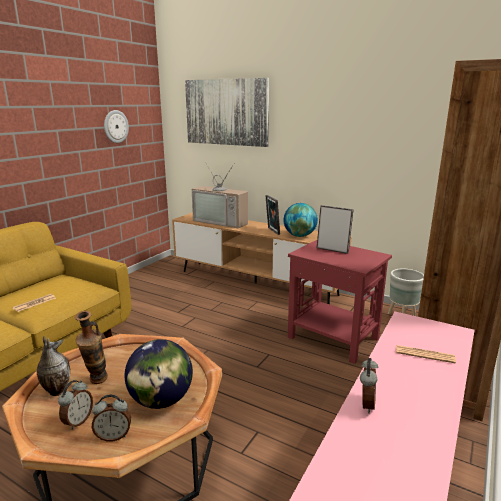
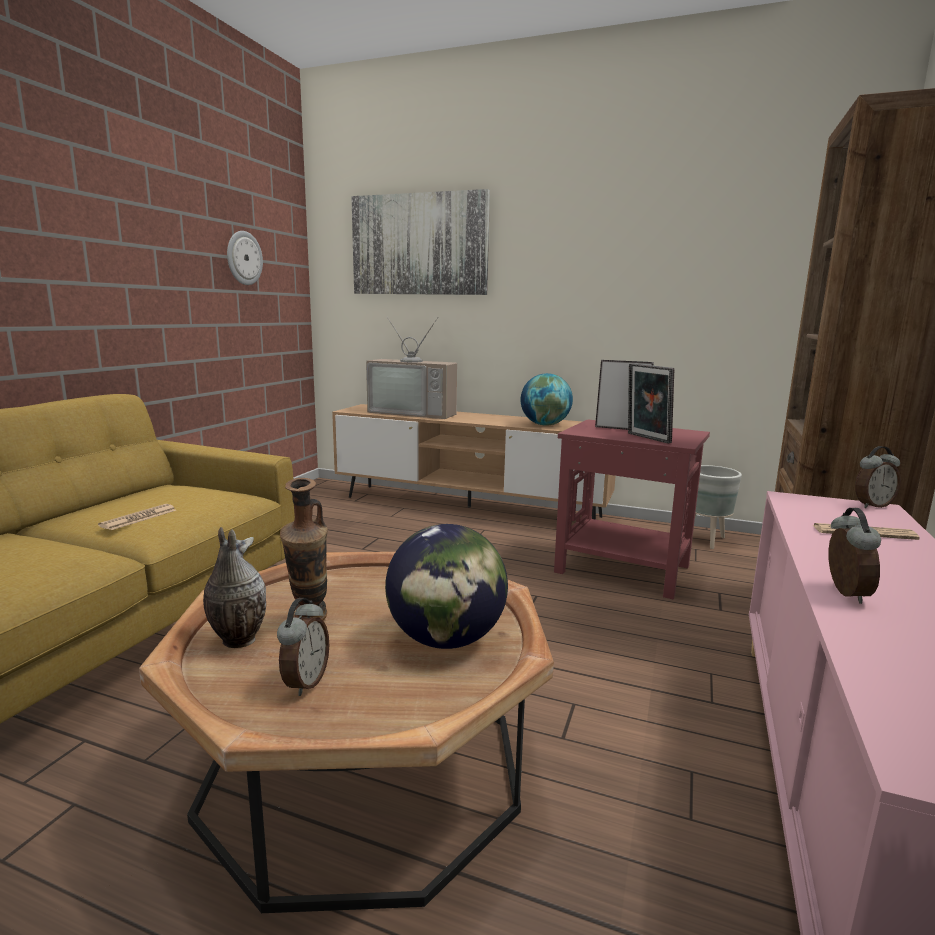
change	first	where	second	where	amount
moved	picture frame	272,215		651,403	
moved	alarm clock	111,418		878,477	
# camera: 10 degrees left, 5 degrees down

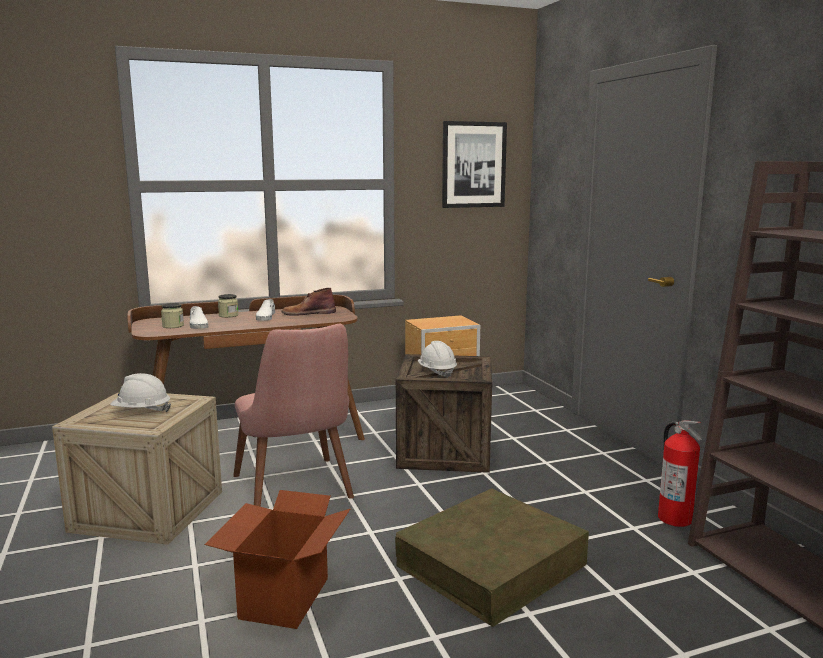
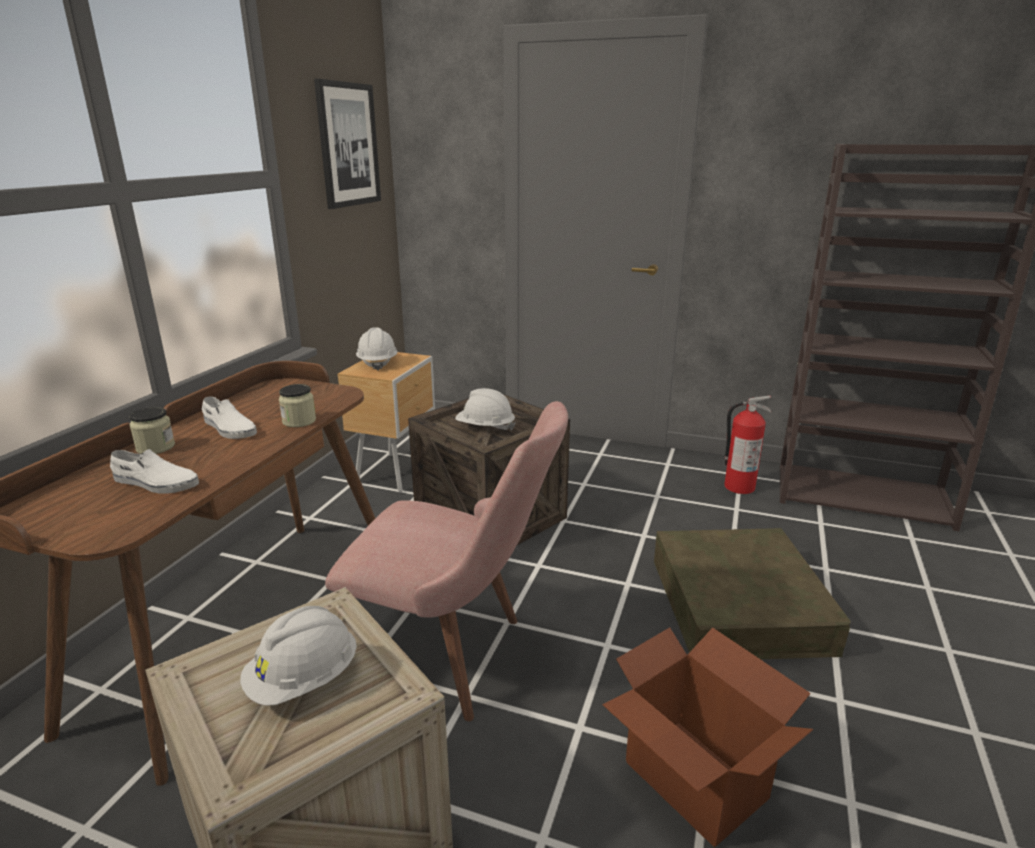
change	first	where	second	where	amount
moved	jar	172,315		297,405	
added			hard hat/white	376,349	
removed	boot/brown	308,302			
# camera: 50 degrees left, 10 degrees up

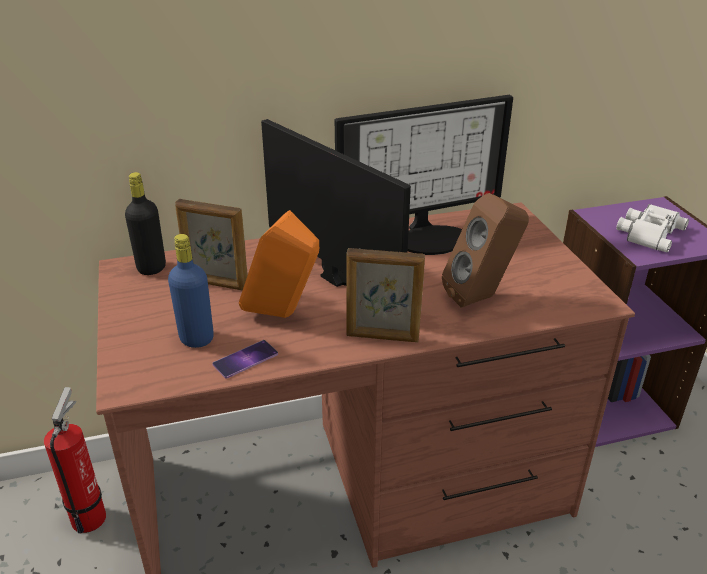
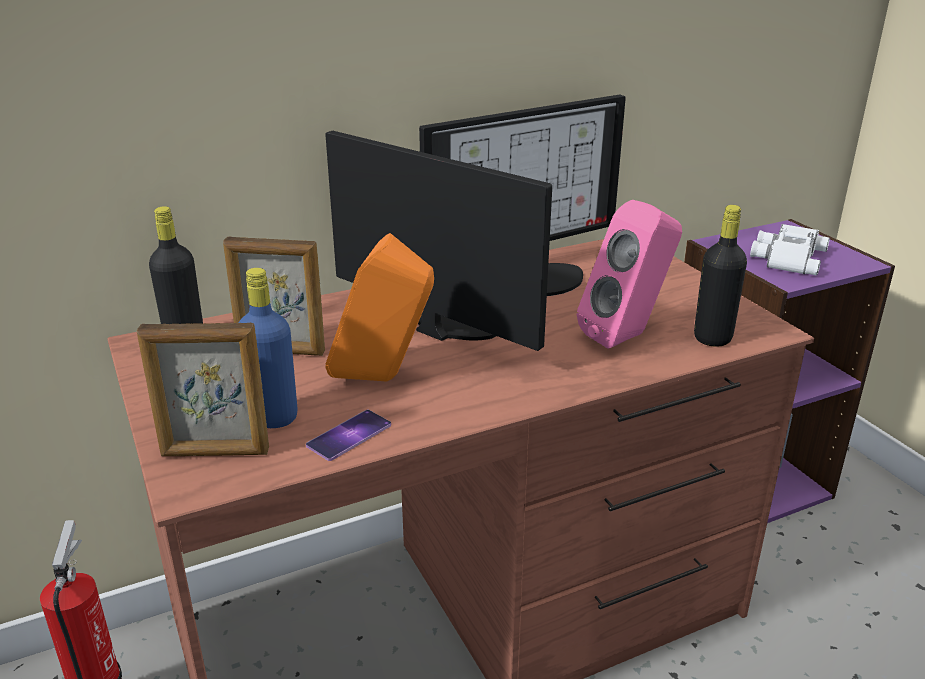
change	first	where	second	where	amount
moved	picture frame	385,295		203,389	
recoloured	speaker/brown	485,250	speaker/pink	629,274	
added			bottle/black	720,276	
# camera: 10 degrees left, 5 degrees down

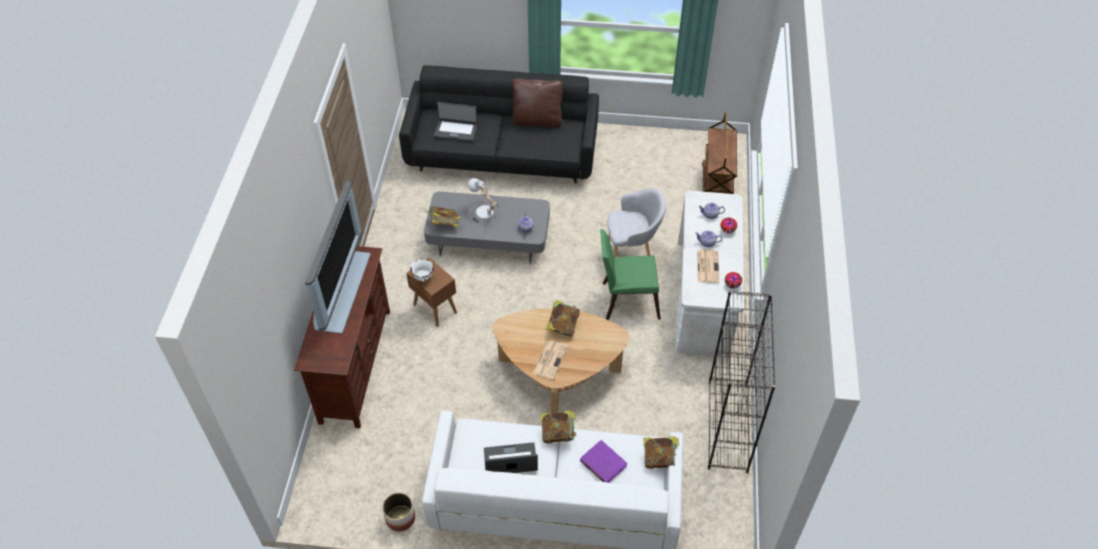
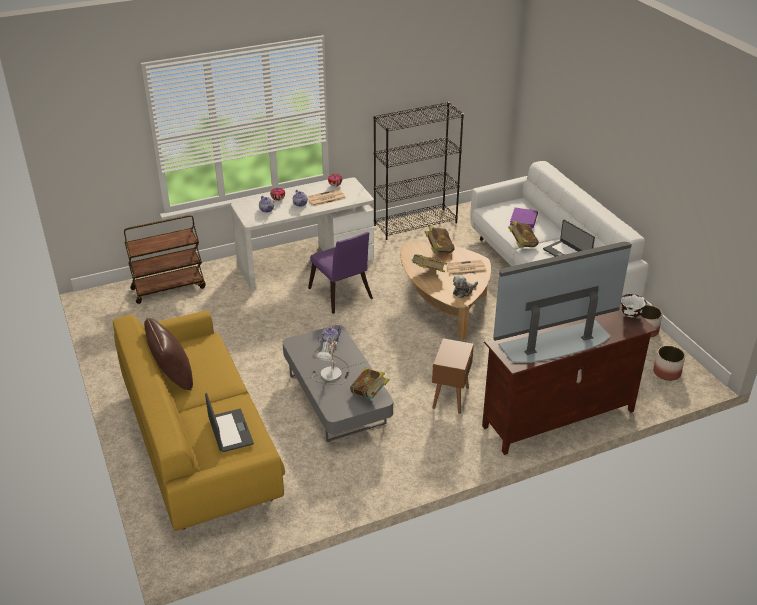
change	first	where	second	where	amount
recoloured	sofa/black	499,124	sofa/yellow	199,420	
recoloured	chair/green	630,274	chair/purple	340,273	
moved	book	661,452		440,239	
added			plush toy	465,286	
moved	bowl/white	422,270		634,305	
added			planter	669,363	
removed	armchair/grey	636,222			
# camera: 120 degrees left, 15 degrees down

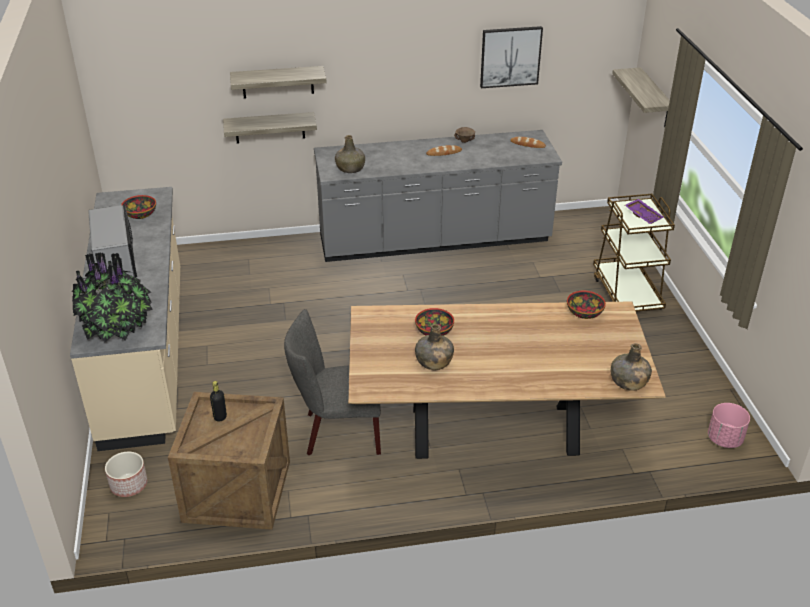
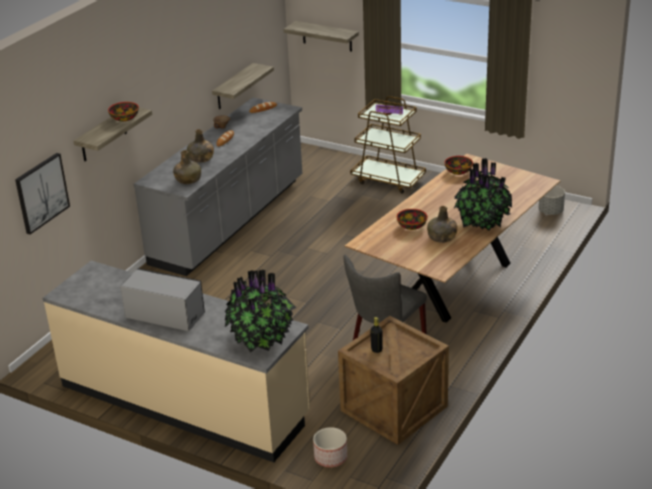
change	first	where	second	where	amount
moved	picture	511,57		42,193	
moved	bowl	138,207		123,112	
moved	bottle/green	631,367		200,146	
moved	shelf	270,128		243,86	
added			potted plant	483,194	
recoloured	planter/pink	729,425	planter/grey	552,200	
# camera: 50 degrees left, 5 degrees down

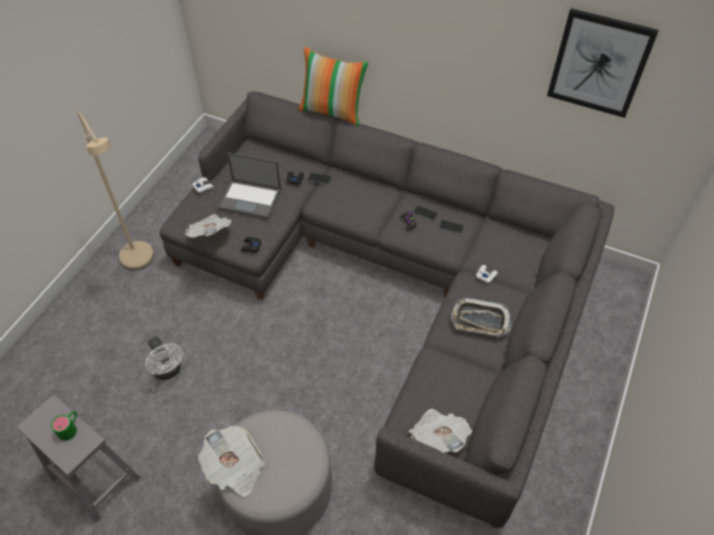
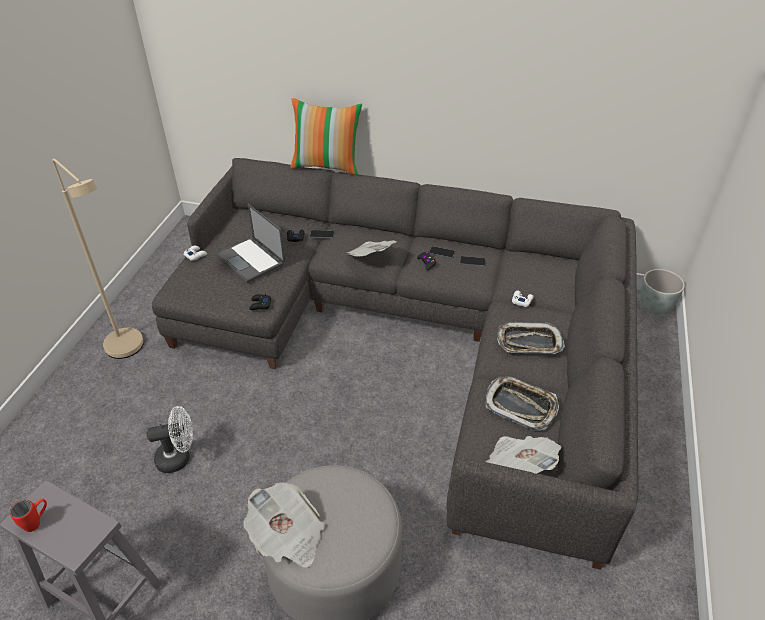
change	first	where	second	where	amount
added			mug/red	28,515	
turned	fan/white	164,358		169,439	60 degrees counterclockwise
turned	laptop	249,186		250,243	45 degrees clockwise
moved	newspaper	208,226		371,248	
added			tray	522,403	
added			planter/grey	662,292	
removed	mug/green	64,426			
removed	picture	603,63			
# camera: 10 degrees left, 10 degrees down

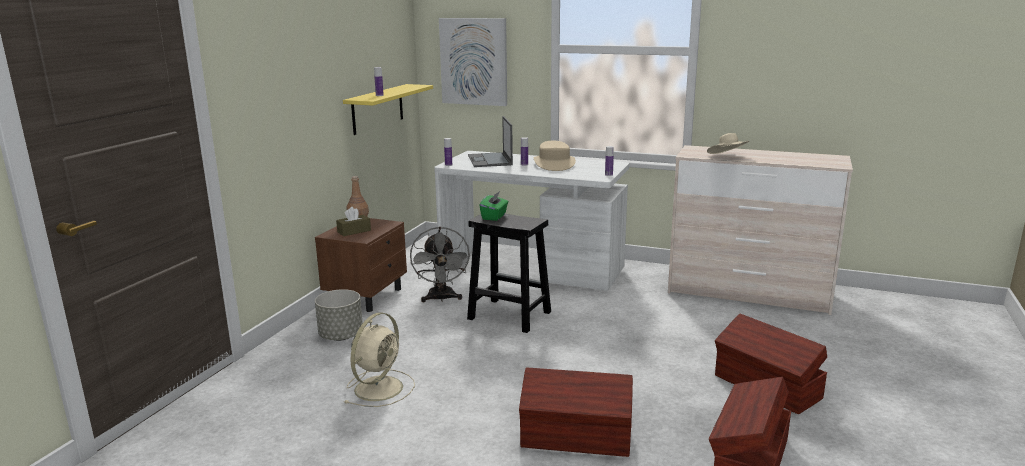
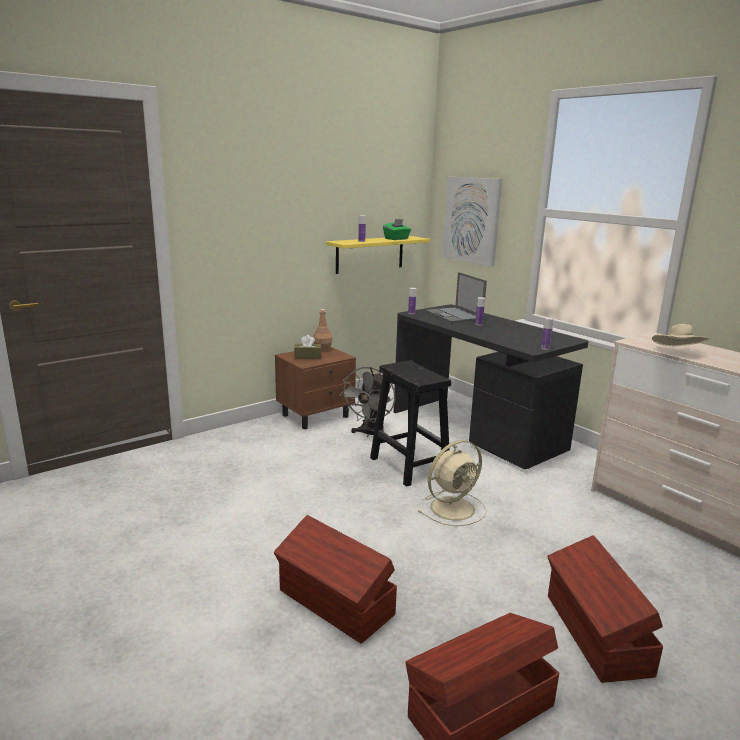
change	first	where	second	where	amount
moved	tissue box/green	493,206		397,229	
recoloured	desk/white	531,221	desk/black	491,387	
moved	fan/beige	380,360		452,483	
turned	laptop	490,141		456,297	45 degrees counterclockwise
removed	planter/grey	339,315			
removed	hat/beige	554,156			
# camera: 30 degrees right, 0 degrees up

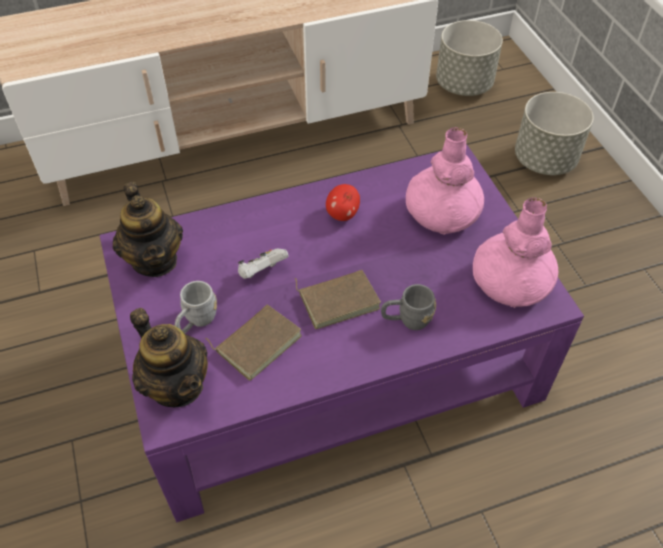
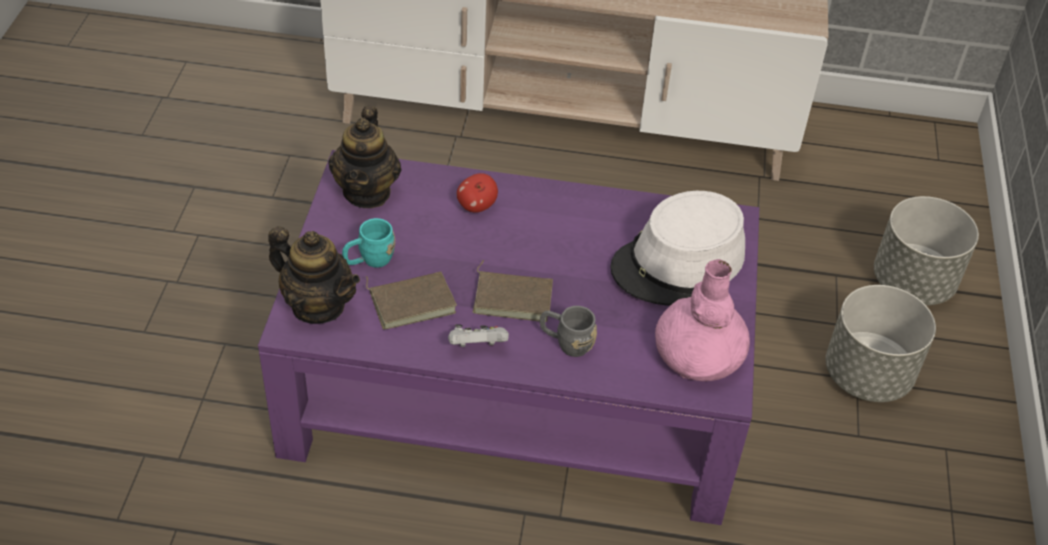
change	first	where	second	where	amount
turned	teapot	169,357		314,275	45 degrees counterclockwise
recoloured	mug/grey	196,307	mug/turquoise	368,243	
moved	game controller/white	263,264		478,335	
moved	apple	343,202		477,193	
replaced	vase/pink	445,181	hat/white	677,248	
moved	planter/grey	469,58		881,343	
# camera: 25 degrees right, 5 degrees down

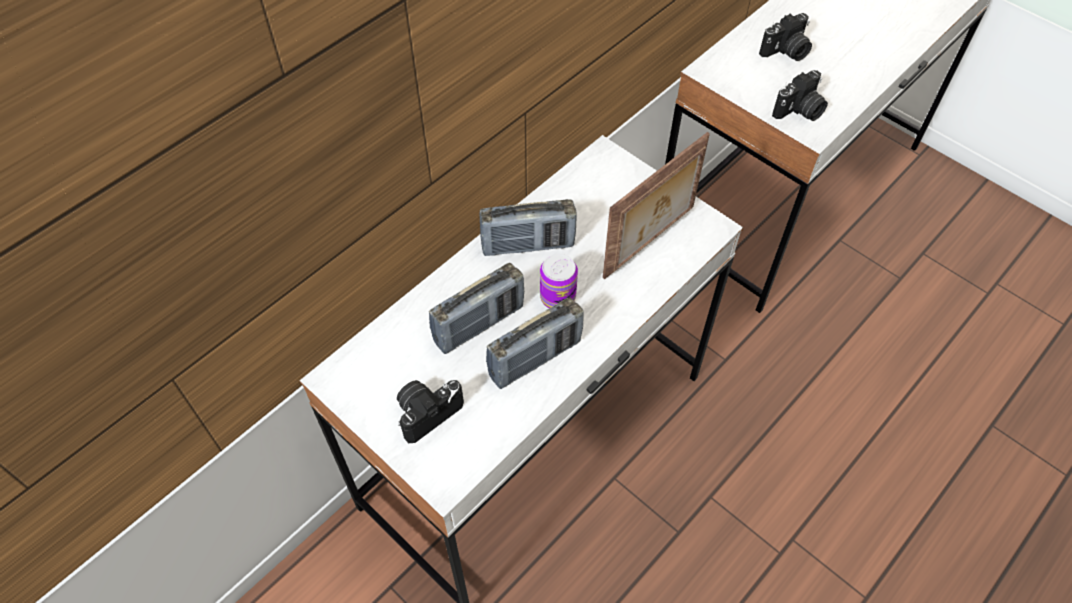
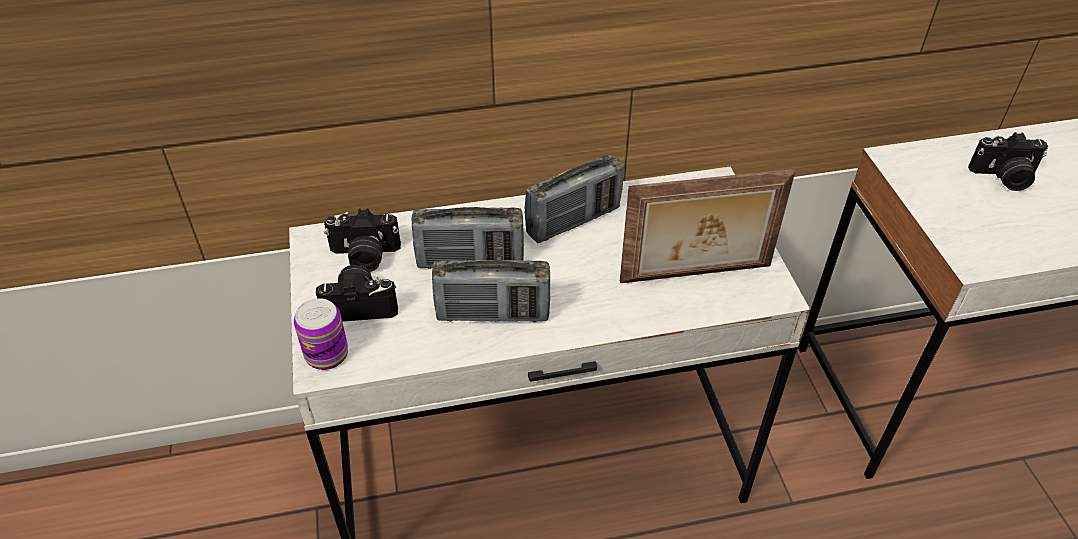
change	first	where	second	where	amount
moved	can	559,281		321,334	
moved	photo camera	800,95		362,240	
turned	radio	528,227		574,198	60 degrees counterclockwise
# camera: 35 degrees right, 10 degrees down

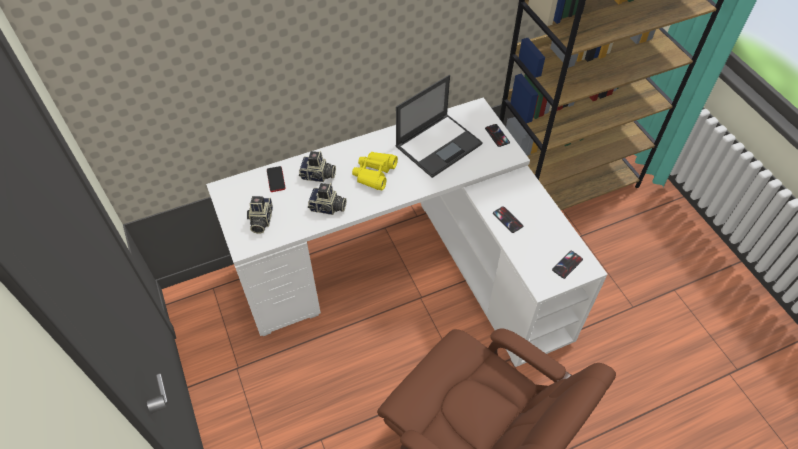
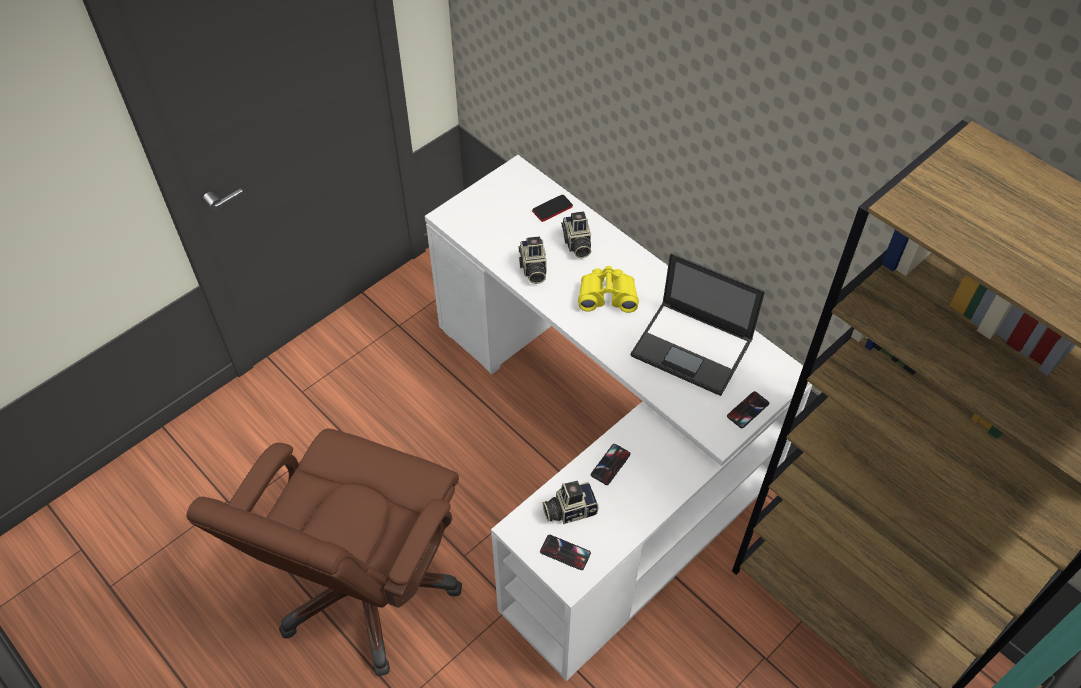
change	first	where	second	where	amount
moved	photo camera	260,215		570,502	
# camera: 70 degrees right, 0 degrees up

